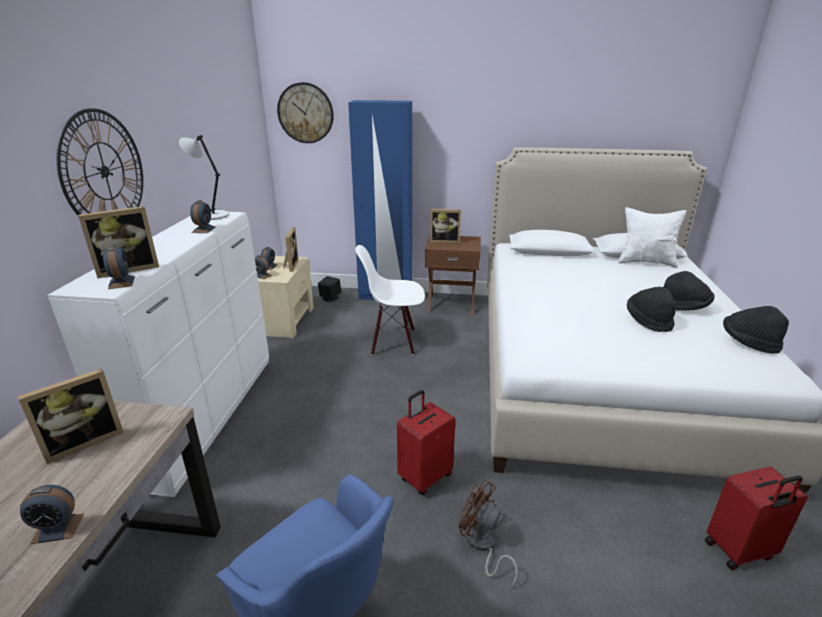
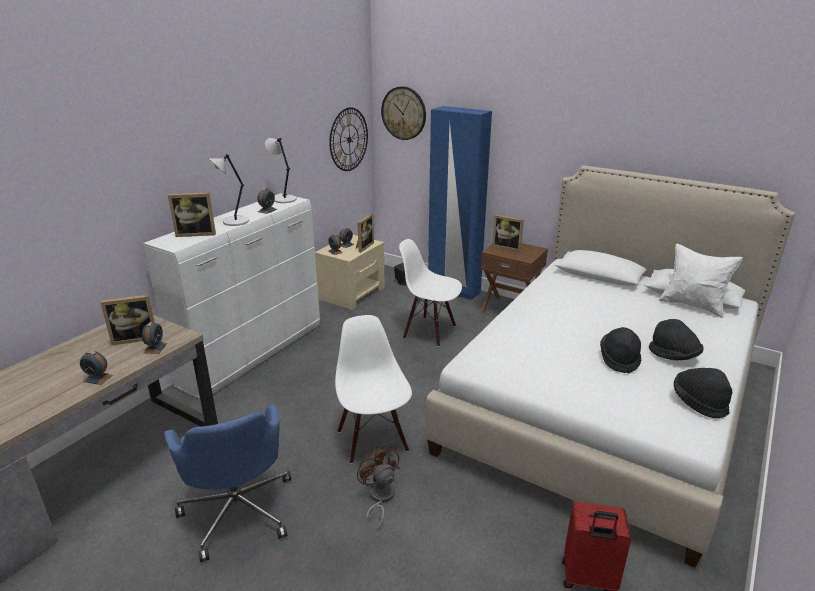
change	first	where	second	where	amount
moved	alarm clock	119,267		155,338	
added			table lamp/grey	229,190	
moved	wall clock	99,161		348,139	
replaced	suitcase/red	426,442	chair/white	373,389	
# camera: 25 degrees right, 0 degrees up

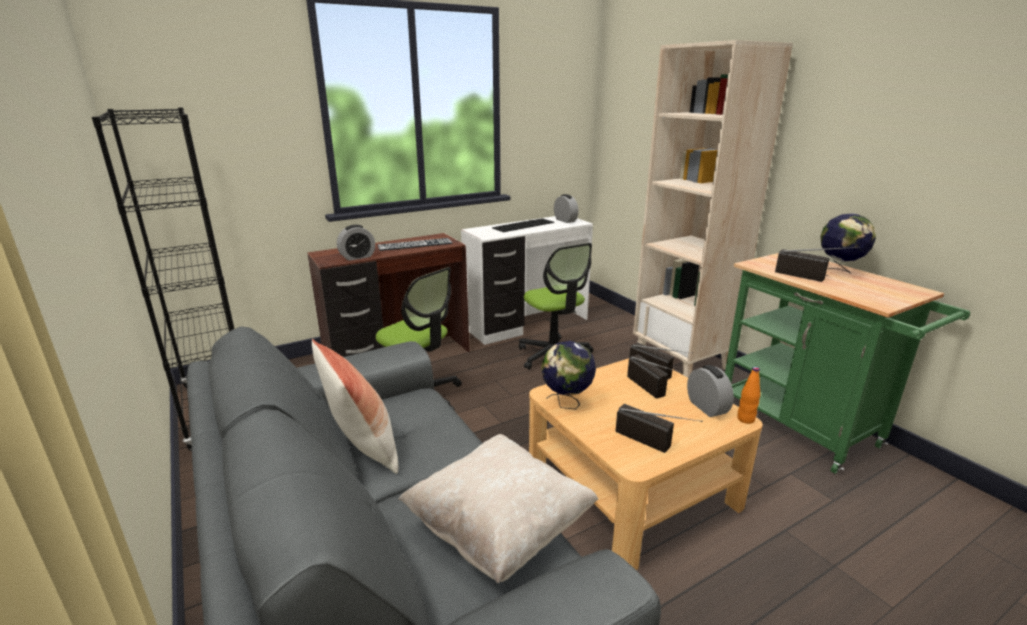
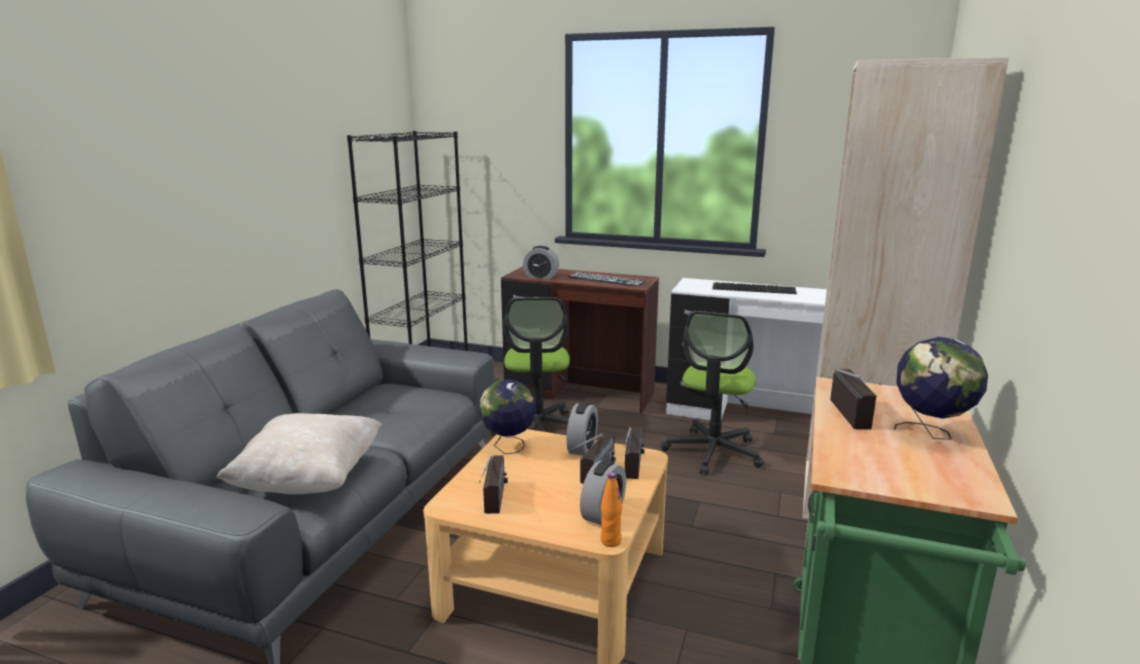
change	first	where	second	where	amount
moved	alarm clock	566,208		582,429	
removed	pillow	355,406			
# camera: 50 degrees right, 5 degrees down

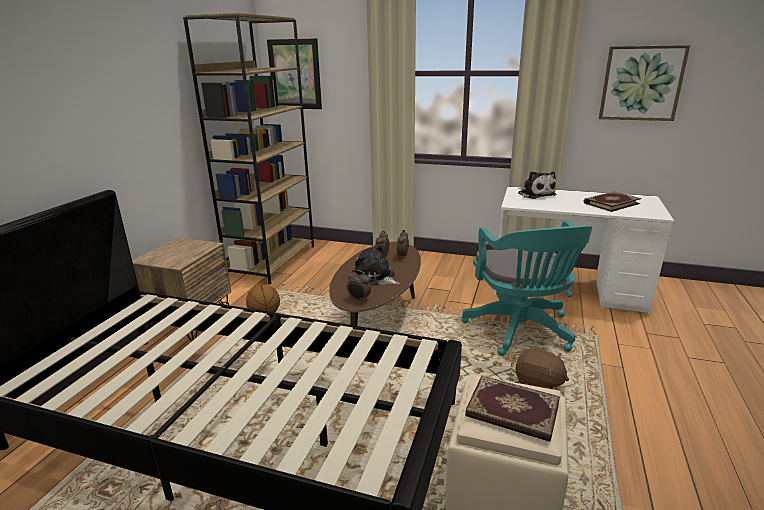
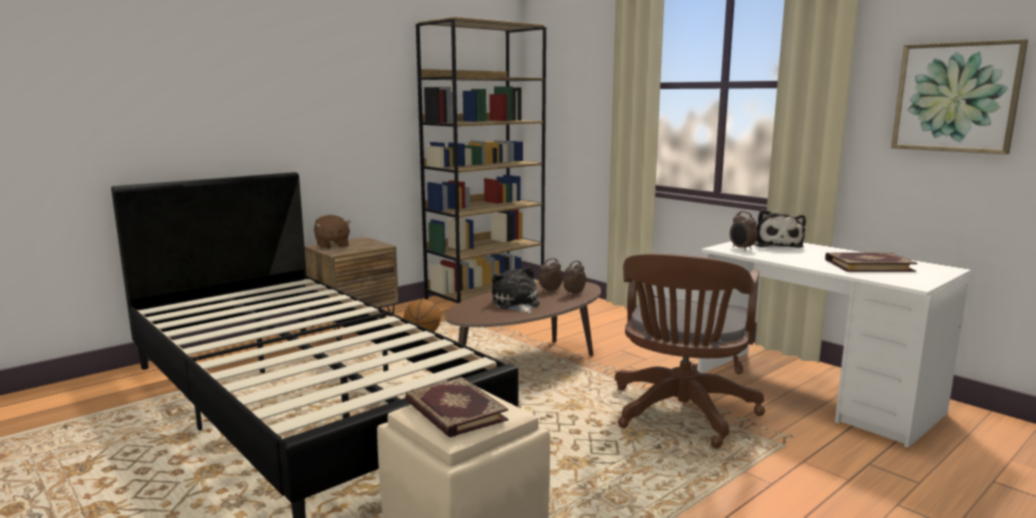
change	first	where	second	where	amount
moved	plush toy/brown	542,368		332,232	
recoloured	office chair/turquoise	526,288	office chair/brown	690,351	
moved	alarm clock	359,286		743,231	
removed	picture	294,73			
# camera: 30 degrees right, 10 degrees down

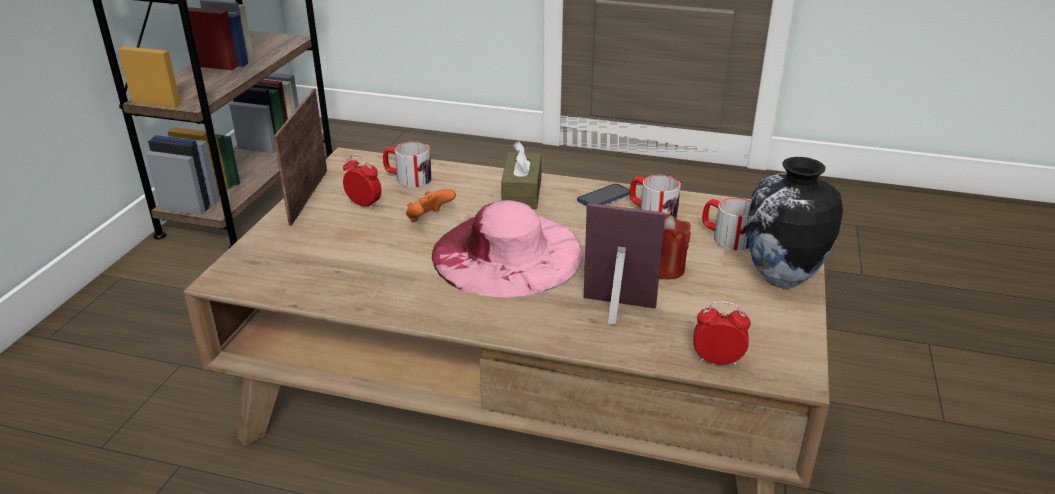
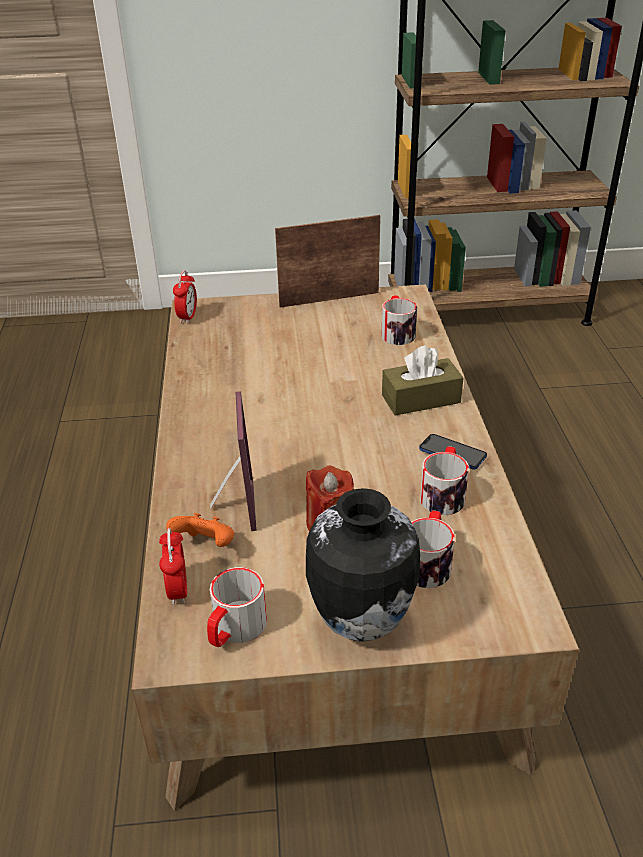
change	first	where	second	where	amount
moved	game controller/orange	431,205		200,530	
moved	alarm clock	362,181		185,297	
added			mug	237,607	
removed	hat/pink	507,249			
# camera: 70 degrees right, 5 degrees up

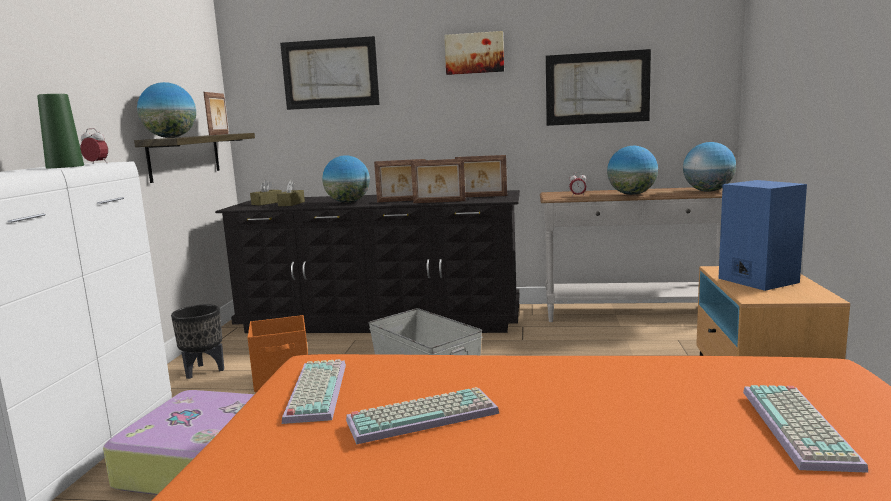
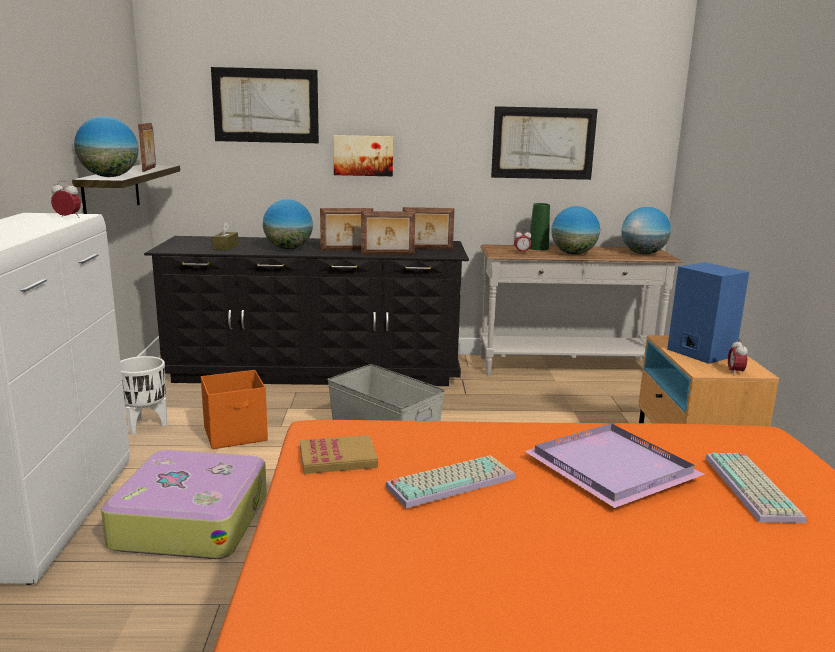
change	first	where	second	where	amount
recoloured	planter/black	197,341	planter/white	143,395	
replaced	keyboard	314,391	book	339,454	
moved	picture	474,53		363,155	
added			tray/purple	614,465	
moved	vase/green	60,131		539,226	
added			alarm clock	738,357	
removed	tissue box/brown	266,193			
# camera: 10 degrees left, 5 degrees up

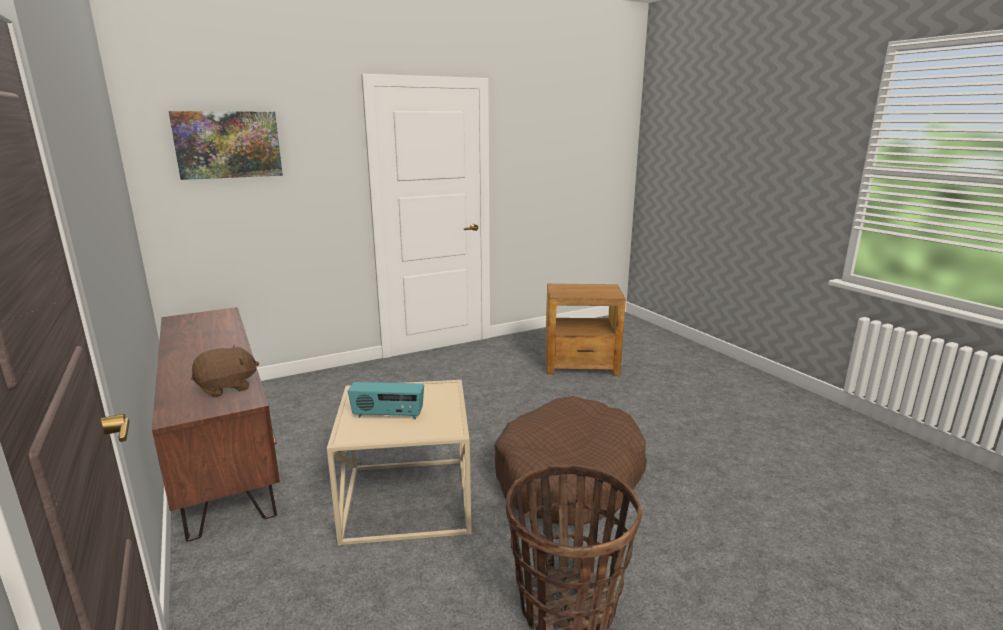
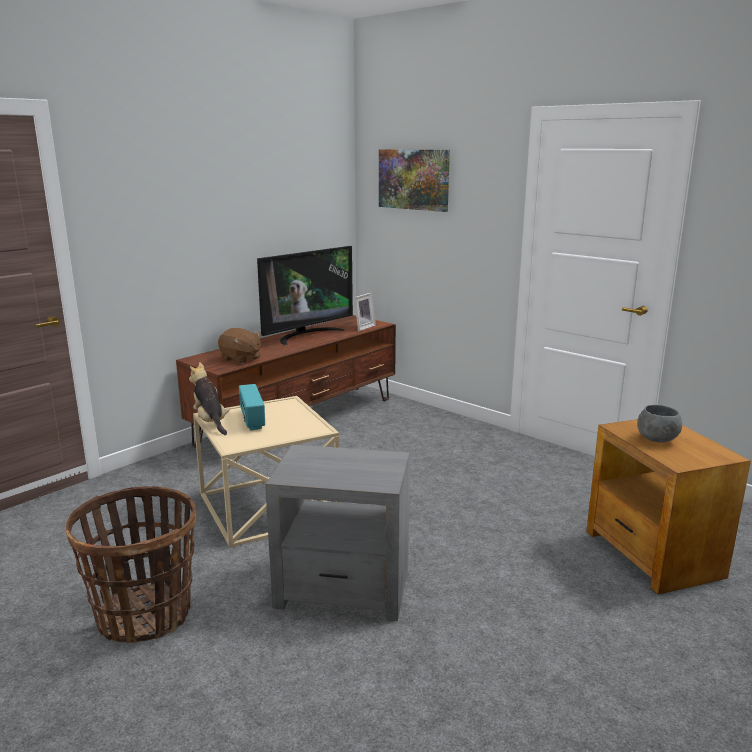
change	first	where	second	where	amount
added			plush toy	209,398	
added			television	305,295	
replaced	dog bed/brown	570,461	side table/grey	337,532	
added			picture frame	365,312	
added			bowl/grey	659,424	
# camera: 70 degrees right, 0 degrees up

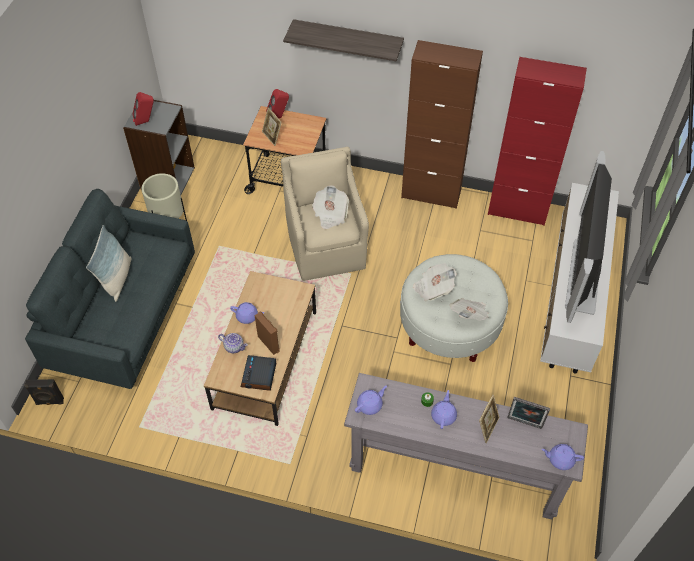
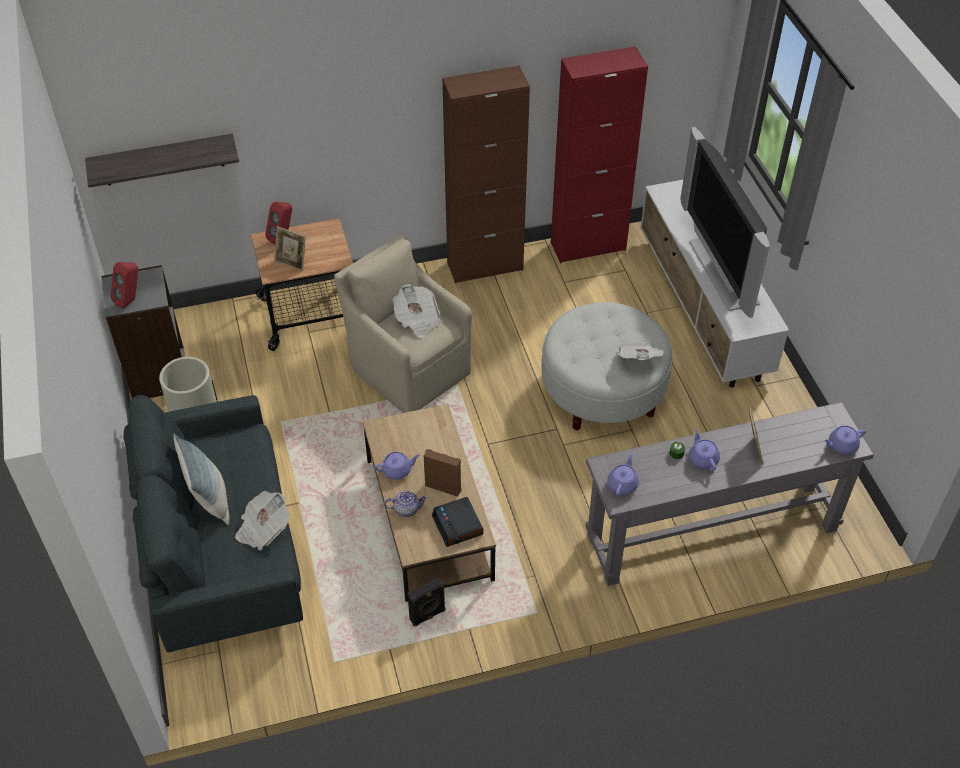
change	first	where	second	where	amount
moved	shelf	343,40		162,161	
moved	newspaper	435,282		262,520	
moved	speaker/black	44,392		426,601	
removed	picture frame	528,413			
# camera: 30 degrees left, 5 degrees down

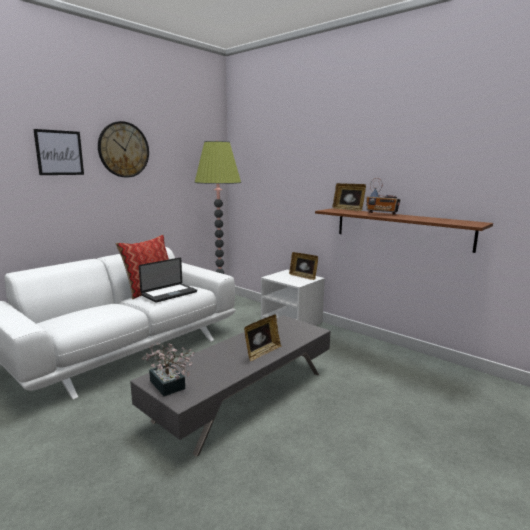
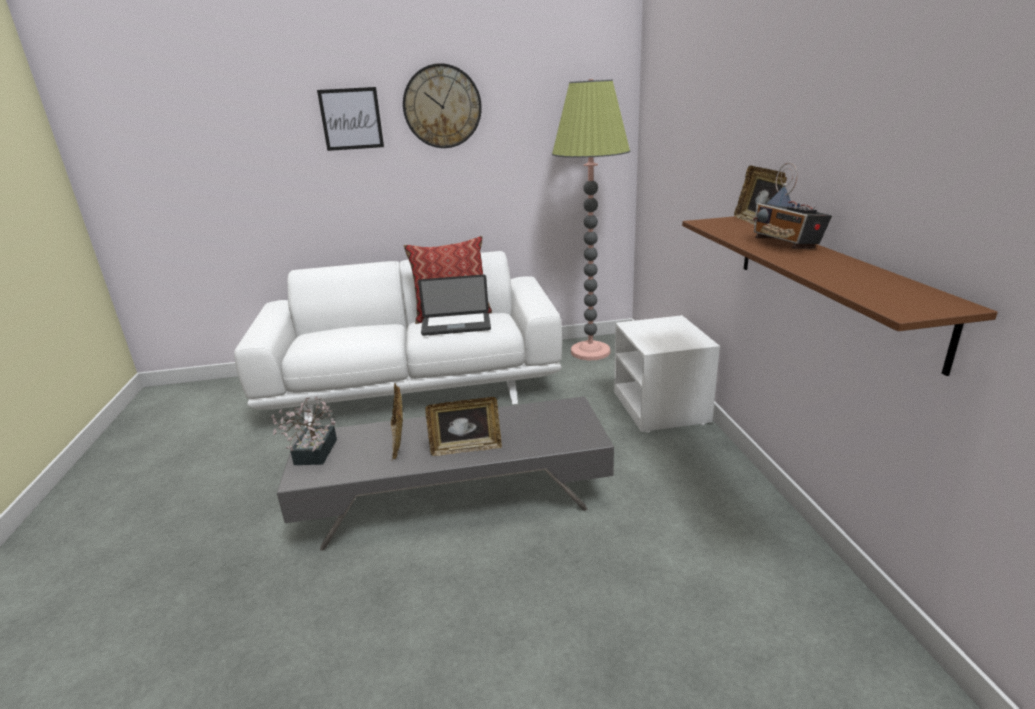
change	first	where	second	where	amount
moved	picture frame	303,266		397,422	
# camera: 40 degrees right, 10 degrees up

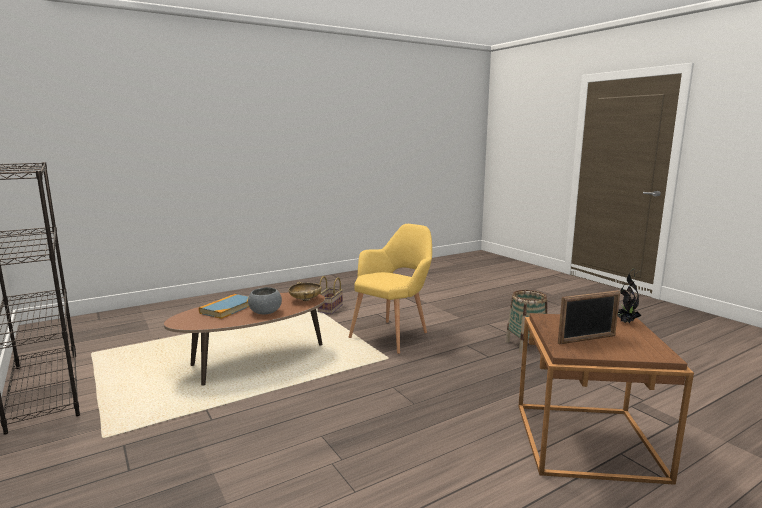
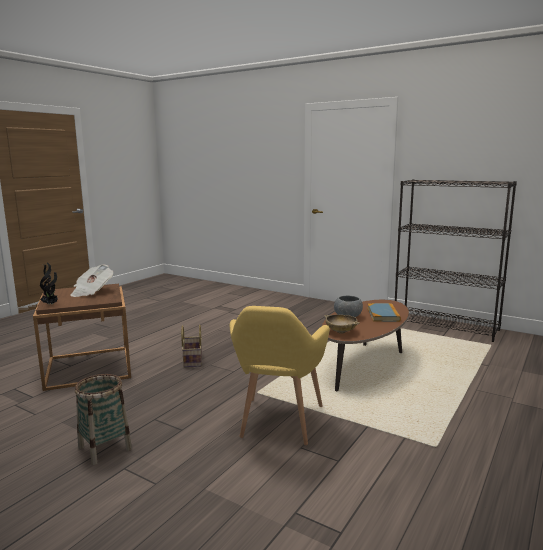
change	first	where	second	where	amount
replaced	picture frame	589,317	newspaper	92,281	
moved	basket	330,295		191,346	
# camera: 155 degrees right, 0 degrees up

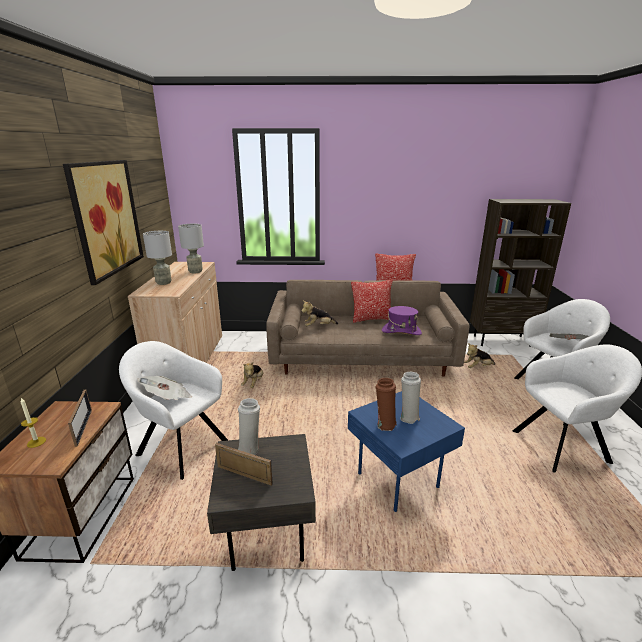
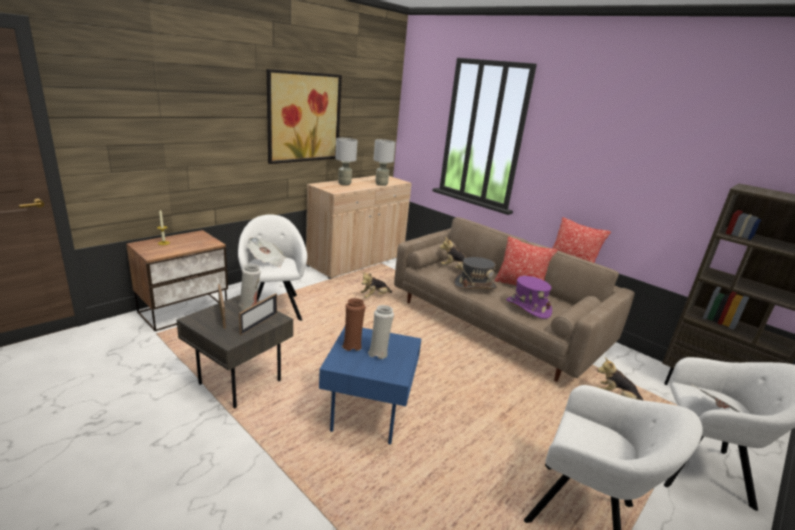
change	first	where	second	where	amount
moved	picture frame	80,418		258,314	
added			hat/grey	475,273	
# camera: 40 degrees right, 0 degrees up

